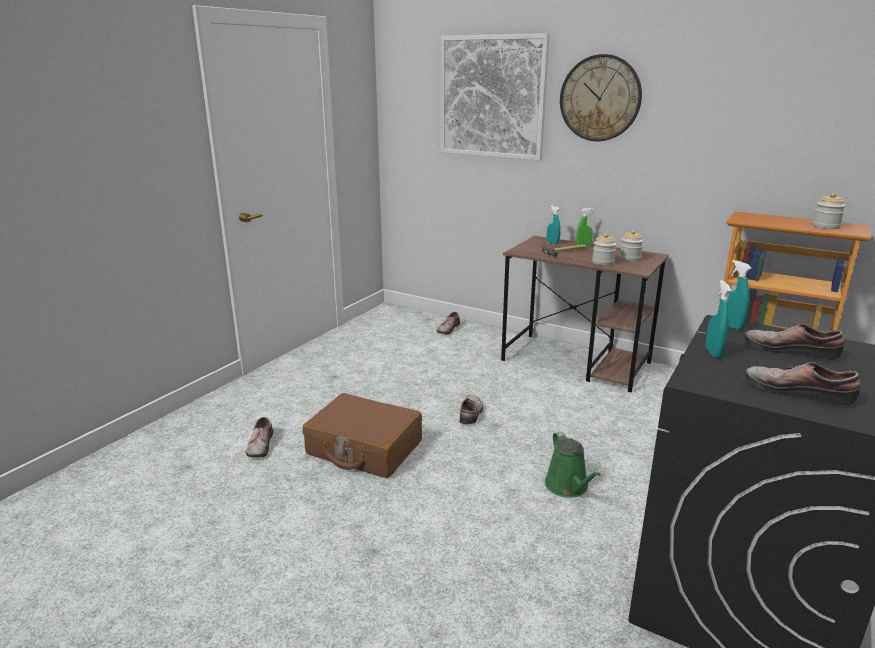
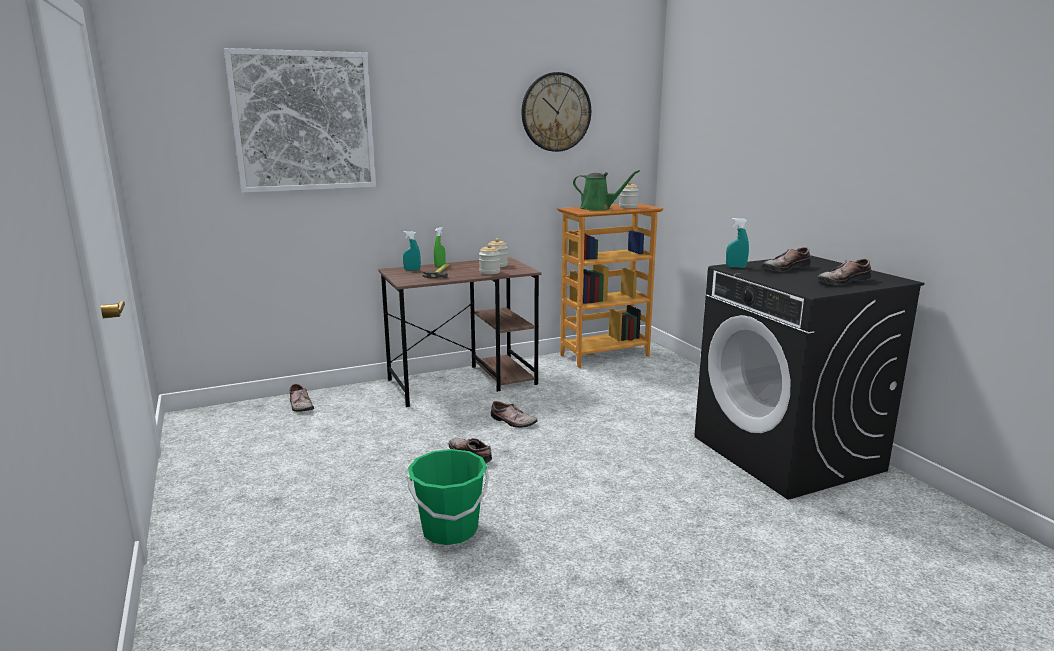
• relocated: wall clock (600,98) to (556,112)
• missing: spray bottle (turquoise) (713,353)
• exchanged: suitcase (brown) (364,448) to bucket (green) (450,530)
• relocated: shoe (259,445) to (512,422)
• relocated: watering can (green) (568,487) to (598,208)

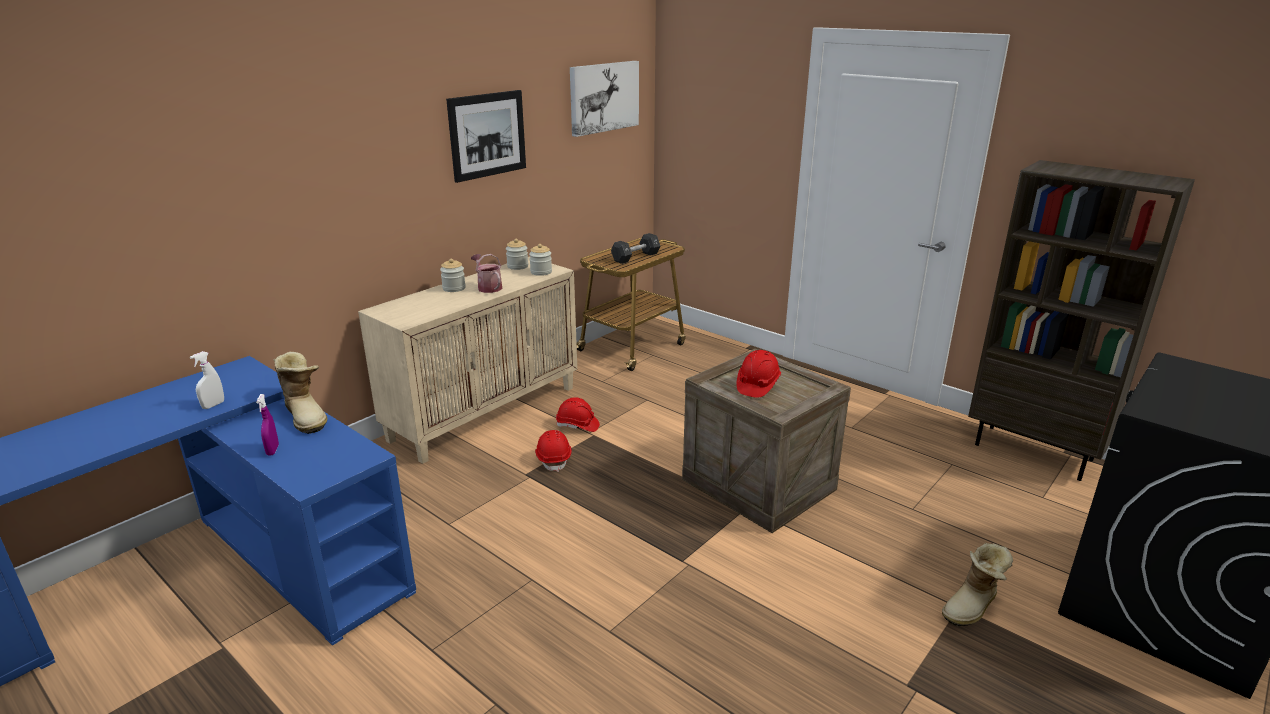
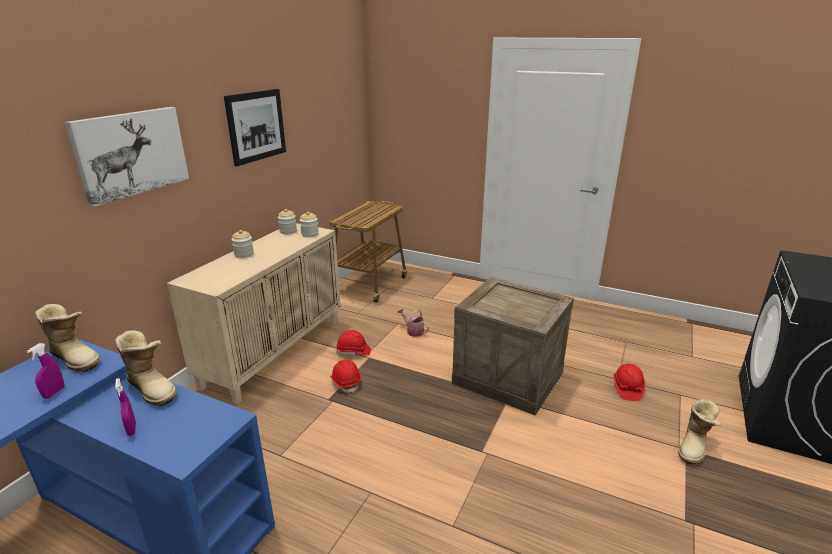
• relocated: picture (603,97) to (131,153)
• missing: bookcase (brown) (1034,452)
• missing: dumbbell (black) (635,257)
• relocated: watering can (488,287) to (413,331)
• relocated: hard hat (red) (757,385) to (627,389)
• colour: spray bottle (white) (213,405) to spray bottle (purple) (54,393)
• appeared: boot (76,357)

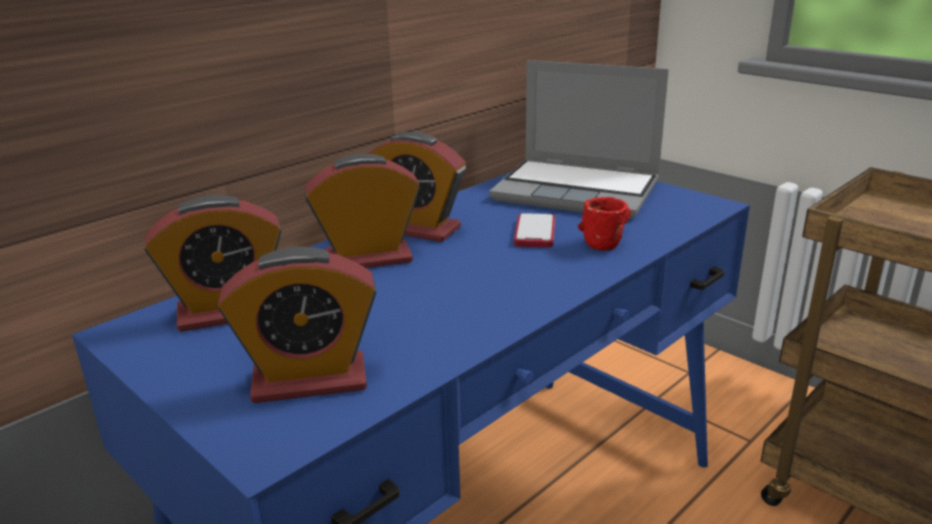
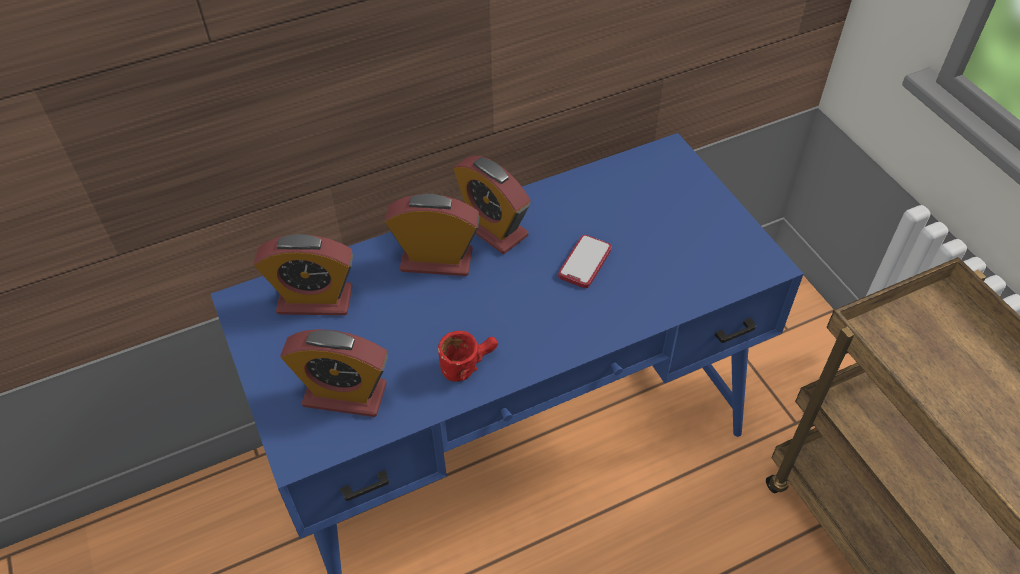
• missing: laptop (579,191)
• relocated: mug (red) (606,239) to (468,363)

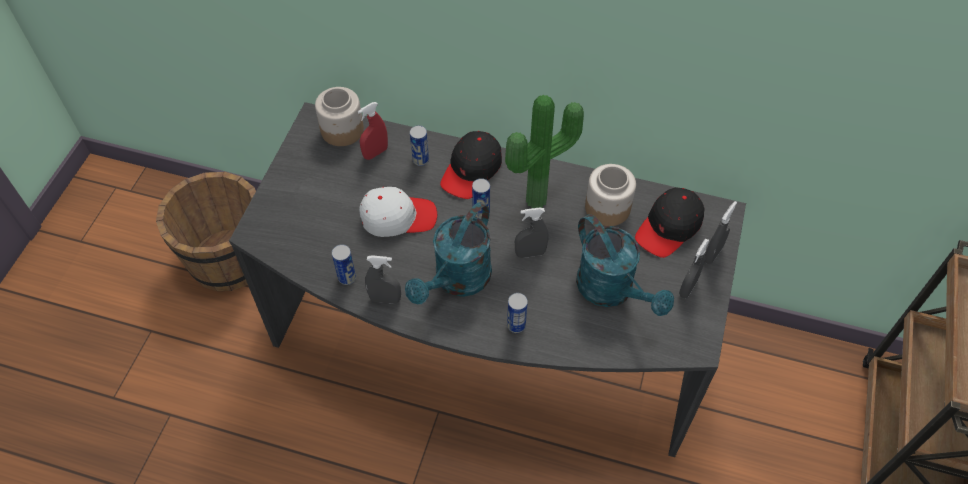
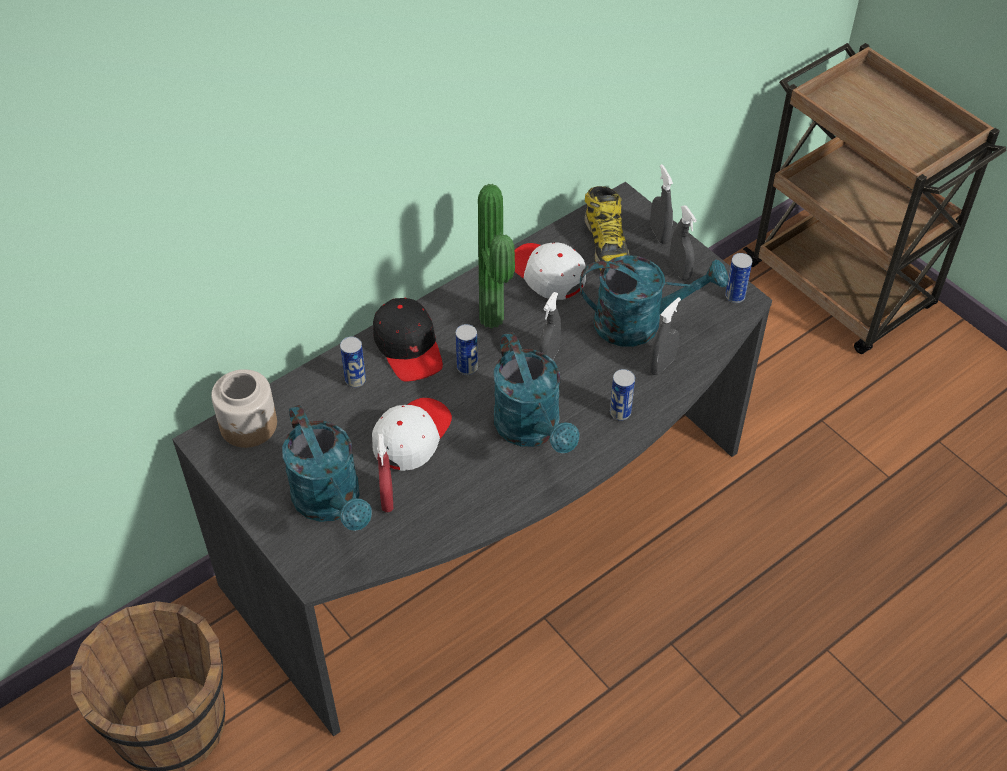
• relocated: spray bottle (red) (375,153) to (387,498)
• exchanged: jar (607,208) to cap (white) (547,274)
• exchanged: cap (black) (669,227) to boot (606,245)
• relocated: can (347,278) to (735,296)
• relocated: spray bottle (grey) (385,299) to (662,365)
• appeared: watering can (turquoise) (332,503)

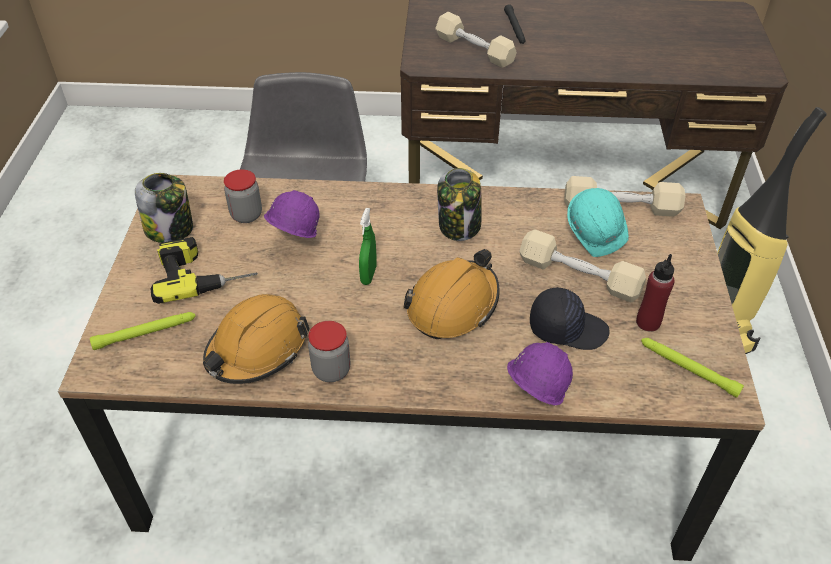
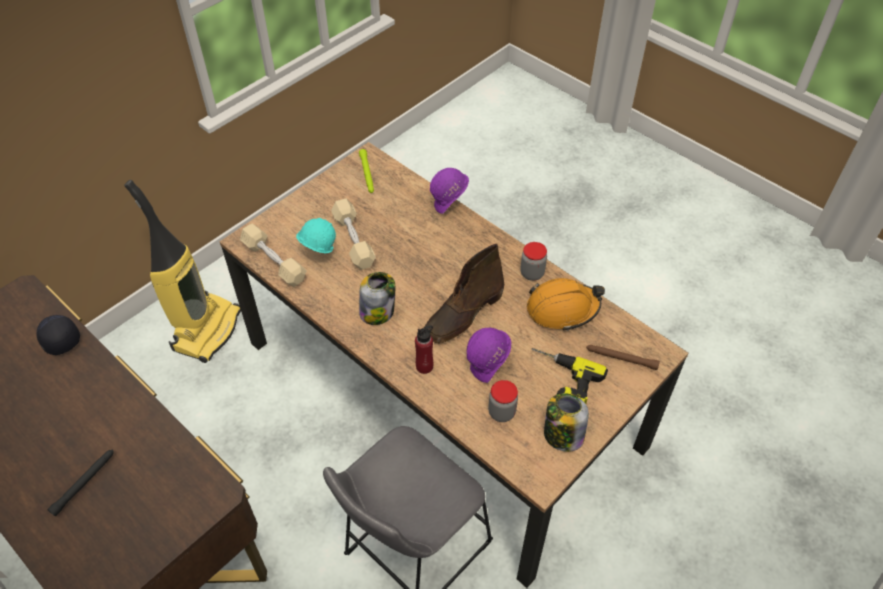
• missing: dumbbell (beige) (474,50)
• exchanged: spray bottle (green) (368,275) to boot (brown) (463,314)
• missing: hard hat (orange) (453,305)
• relocated: bottle (red) (648,322) to (424,366)
• relocated: cap (black) (567,328) to (58,337)
• colour: flashlight (green) (145,333) to flashlight (brown) (621,358)

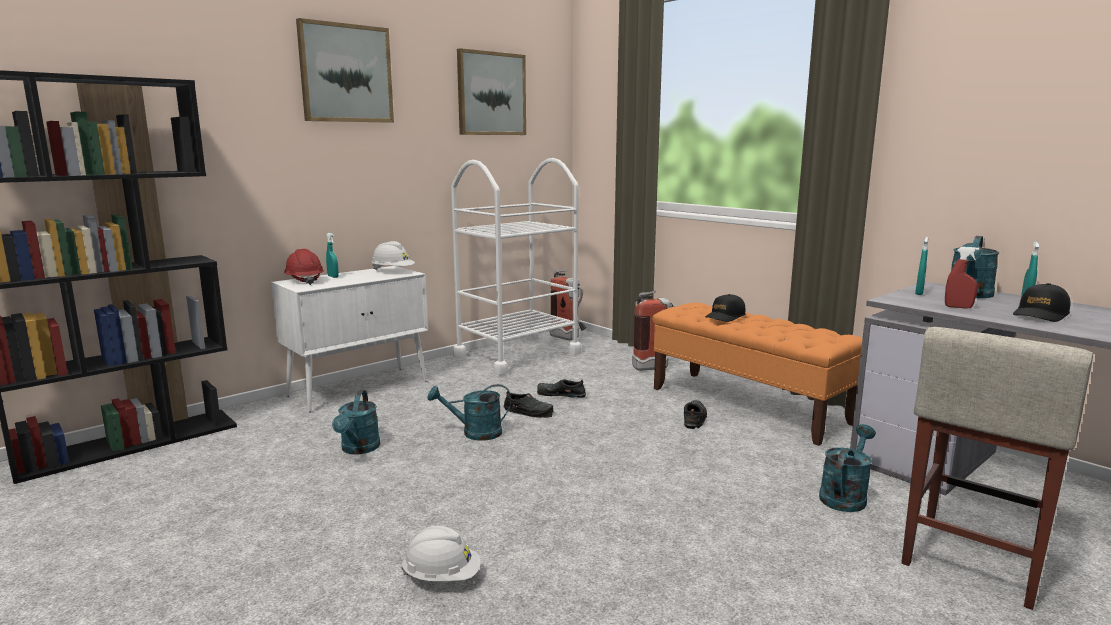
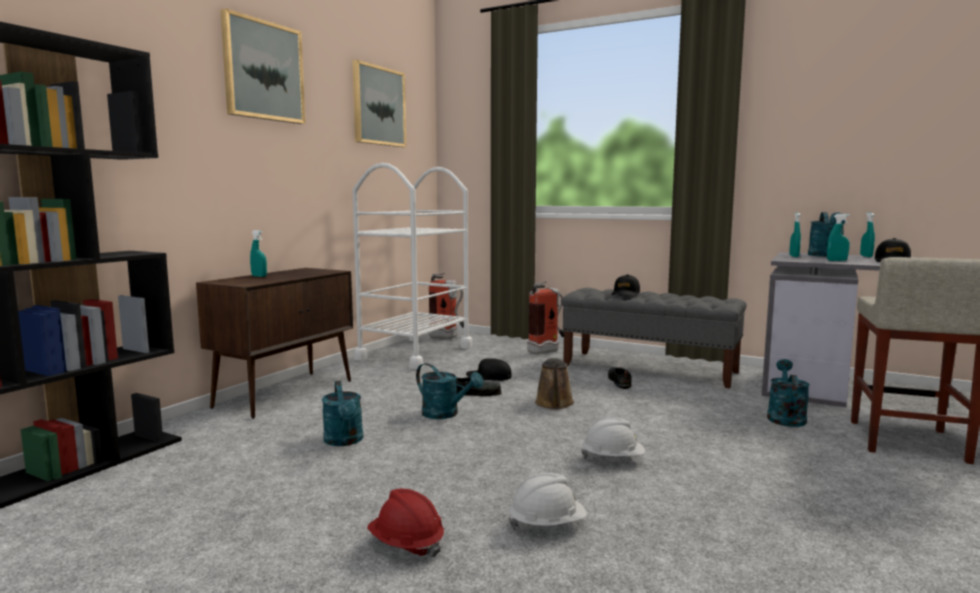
• relocated: hard hat (white) (393,271) to (613,459)
• colour: spray bottle (red) (958,307) to spray bottle (turquoise) (837,260)
• relocated: hard hat (red) (304,281) to (406,545)
• colour: cabinet (white) (360,388) to cabinet (brown) (286,393)
• colour: bench (orange) (748,405) to bench (grey) (650,369)
• exchanged: shoe (black) (560,394) to cap (black) (489,377)
• spun: watering can (turquoise) (475,433) = (446,414) 120 degrees counterclockwise
• appeared: watering can (brown) (554,404)

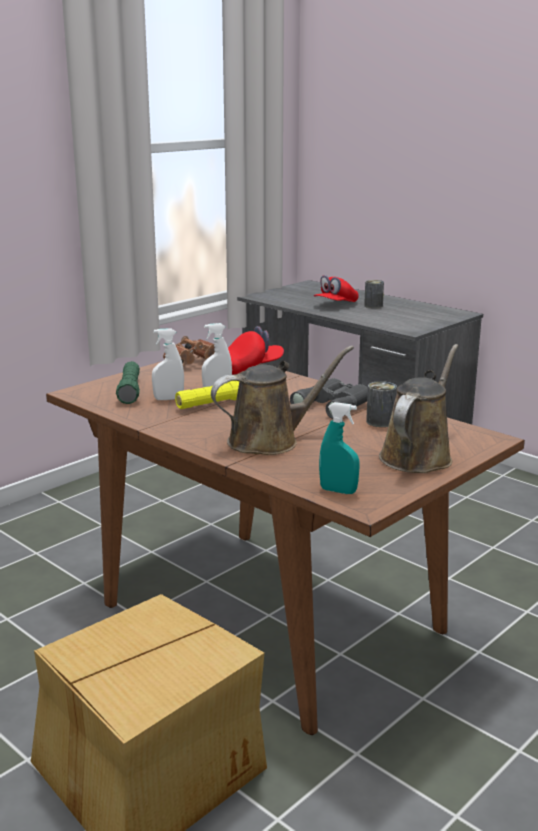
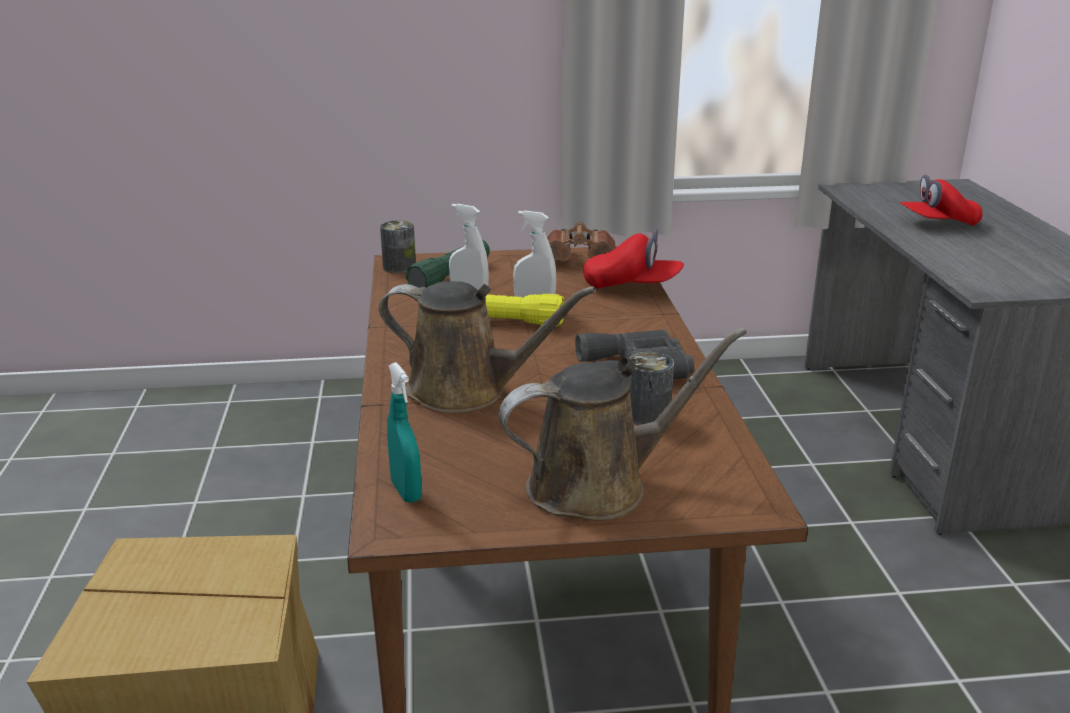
• relocated: can (373,306) to (399,267)

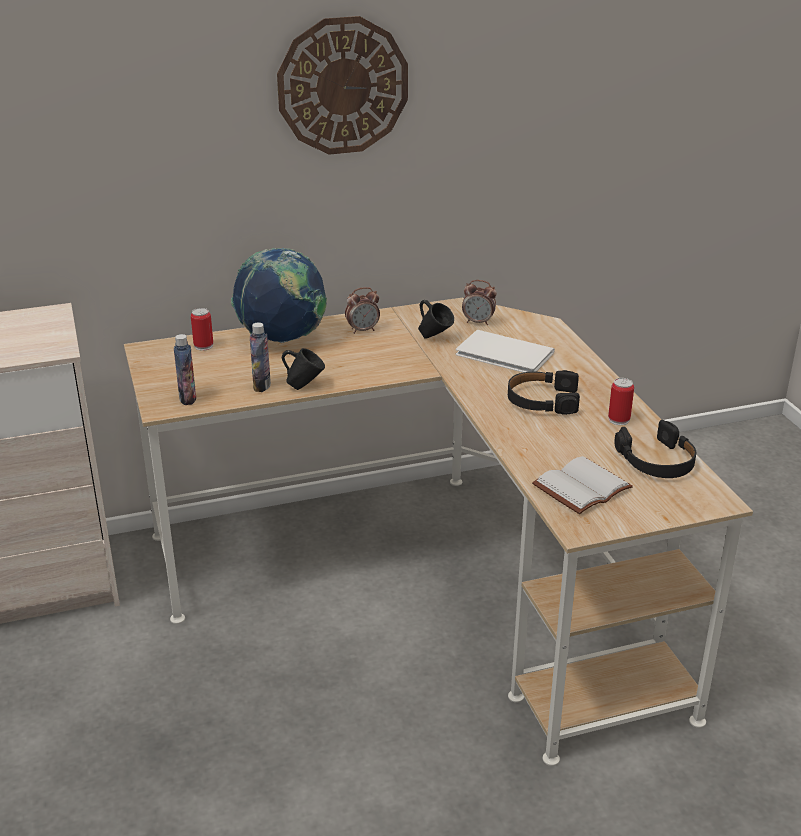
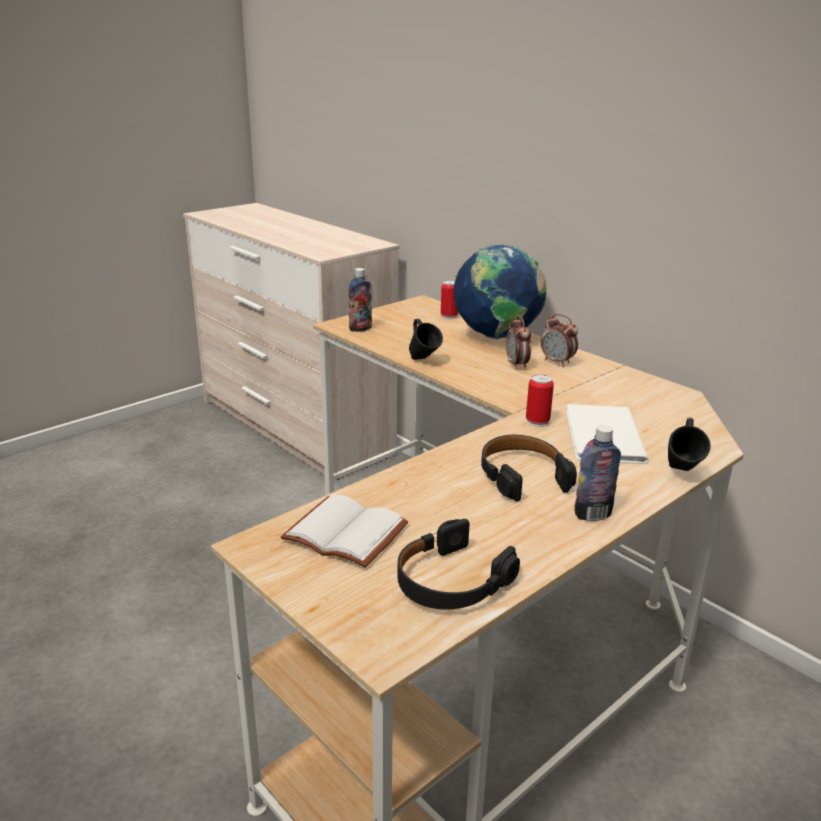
• missing: wall clock (343,86)
• relocated: alarm clock (478,322) to (517,365)
• relocated: mug (black) (434,338) to (681,473)
• relocated: bottle (262,386) to (592,514)
• relocated: can (619,419) to (537,421)

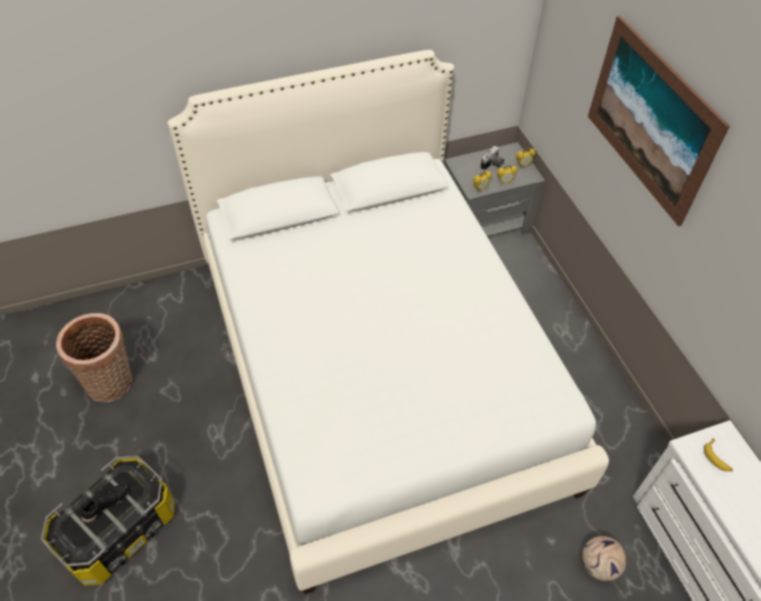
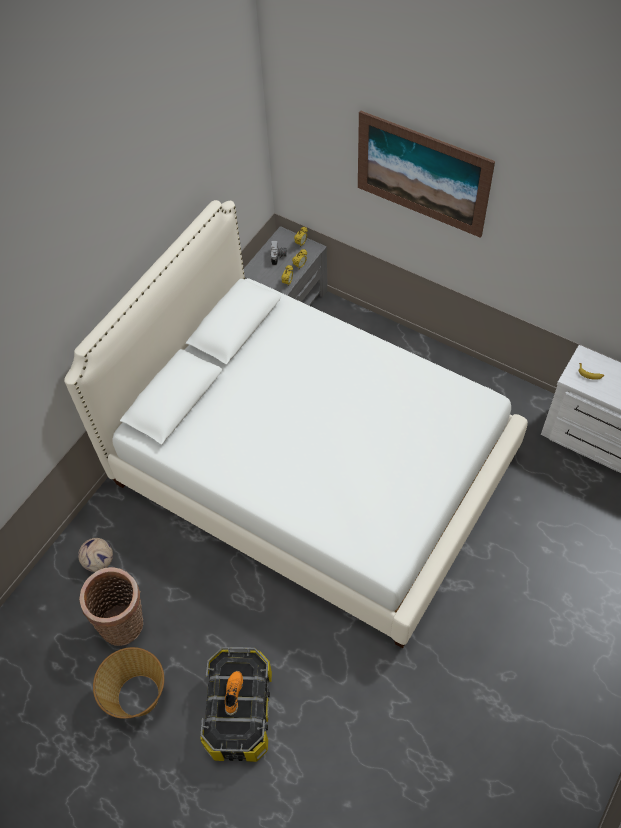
• colour: shoe (black) (105,503) to shoe (orange) (233,693)
• relocated: football (599,565) to (99,561)
• appeared: basket (138,696)

